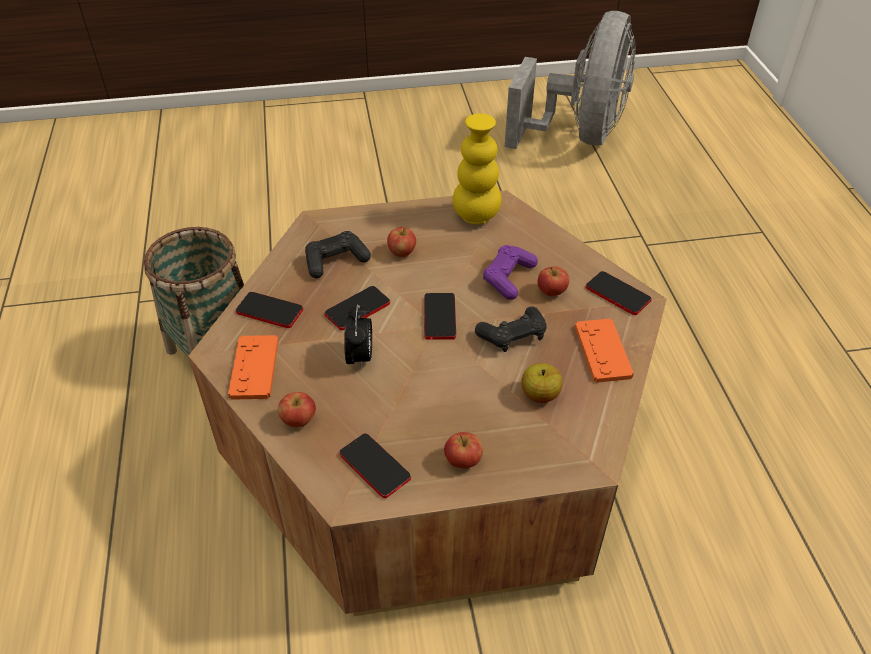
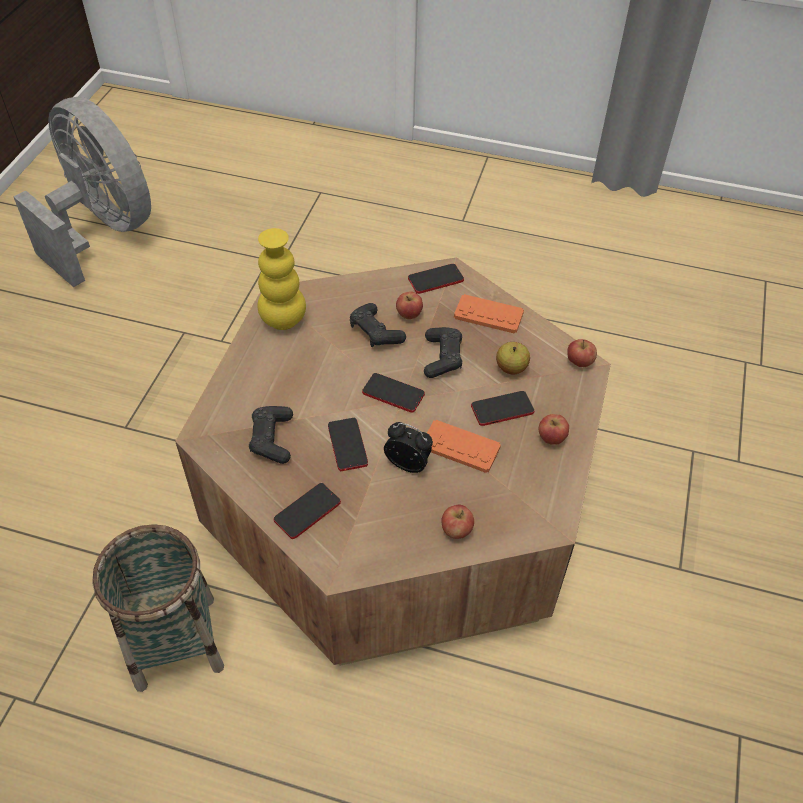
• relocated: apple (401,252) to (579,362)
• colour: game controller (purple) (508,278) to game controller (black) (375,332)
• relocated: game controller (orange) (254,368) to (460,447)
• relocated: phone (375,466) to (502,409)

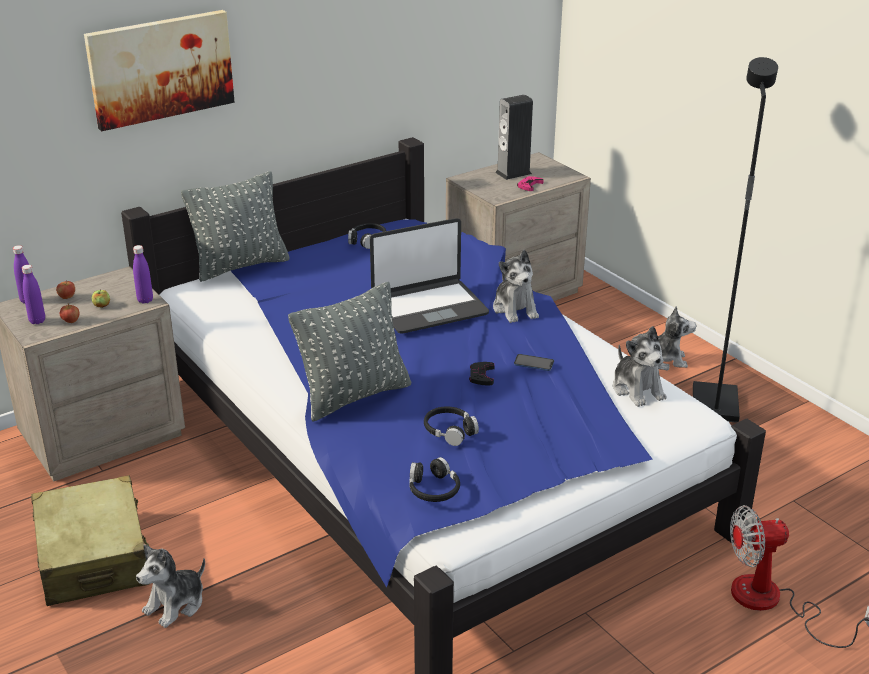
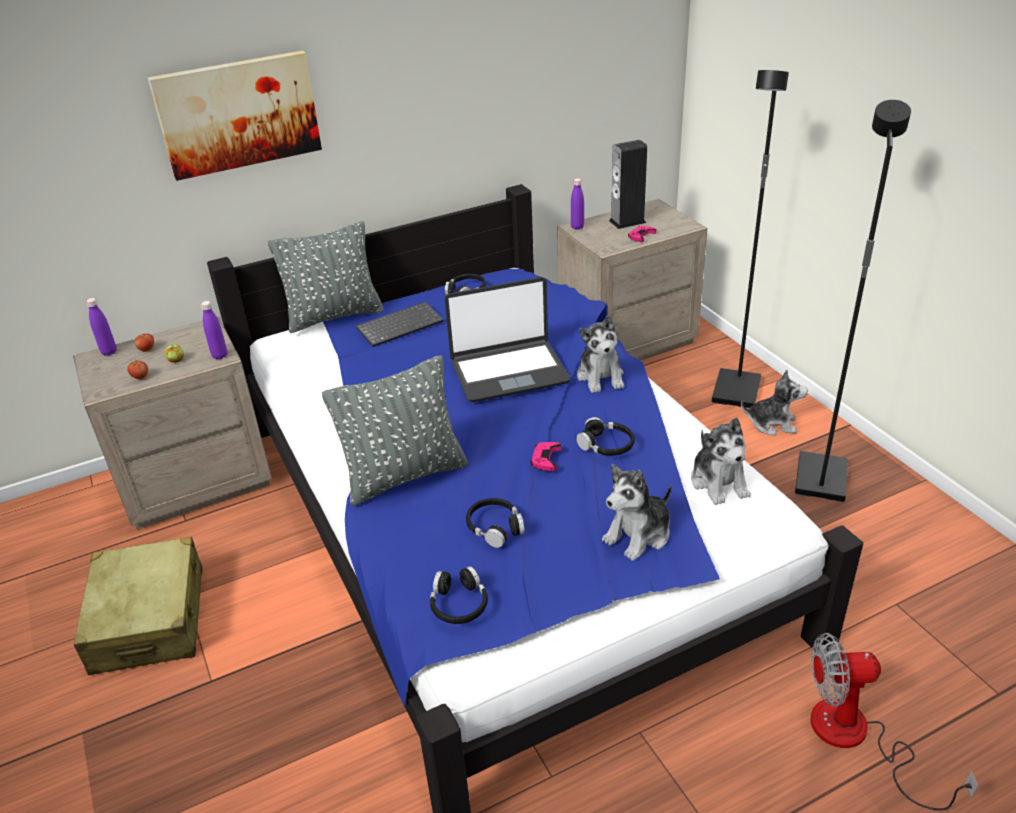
• relocated: bottle (purple) (37,321) to (577,227)
• exchanged: phone (534,363) to headphones (black) (606,445)
• colour: game controller (black) (481,376) to game controller (pink) (545,459)
• relocated: plush toy (176,605) to (638,535)
• appeared: floor lamp (black) (737,392)
• appeared: keyboard (400,325)

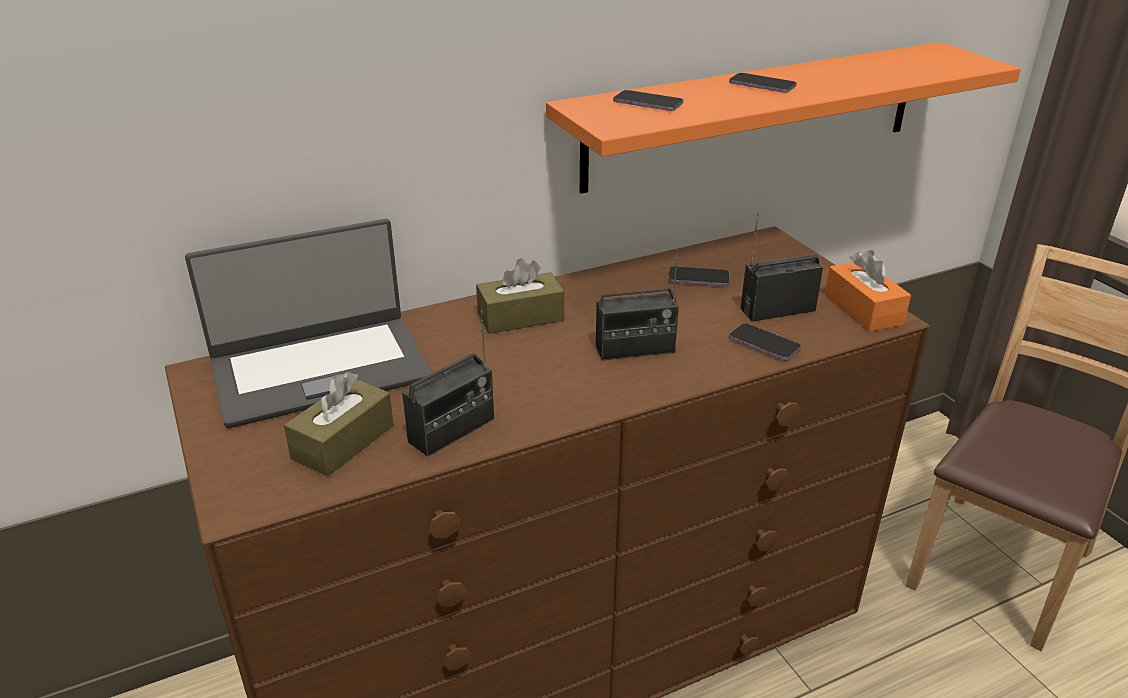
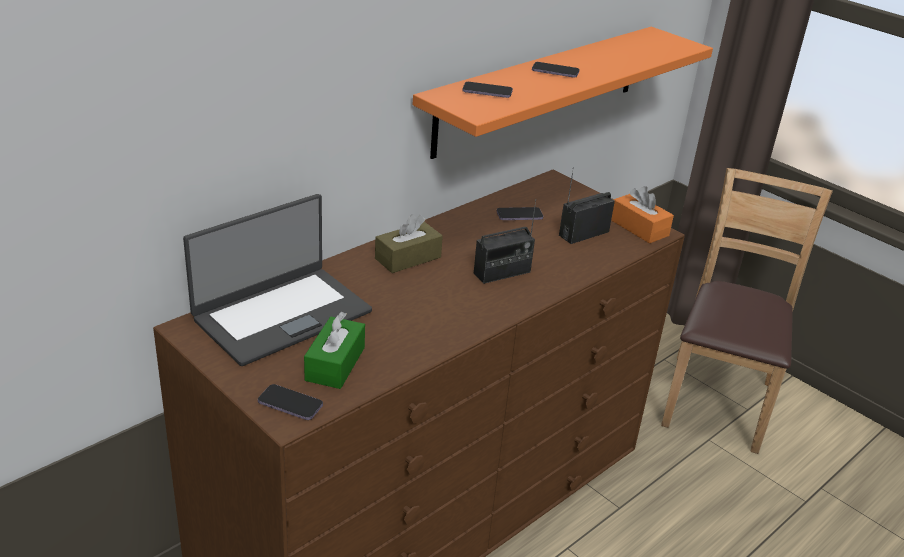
• missing: radio (452,430)
• relocated: phone (764,344) to (290,404)
• colour: tissue box (brown) (343,441) to tissue box (green) (335,364)

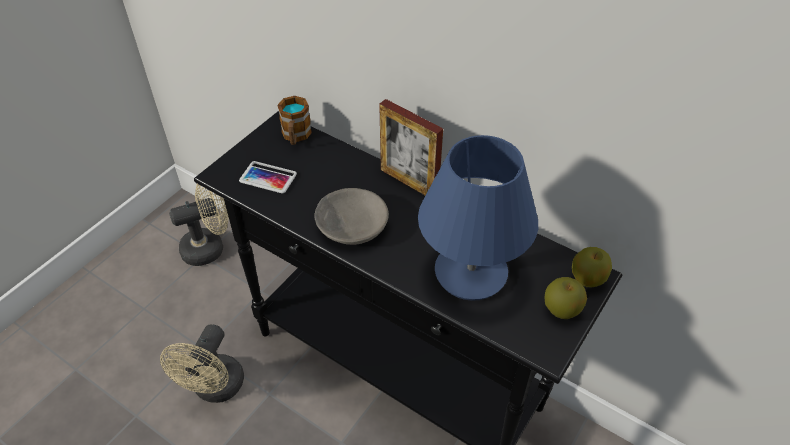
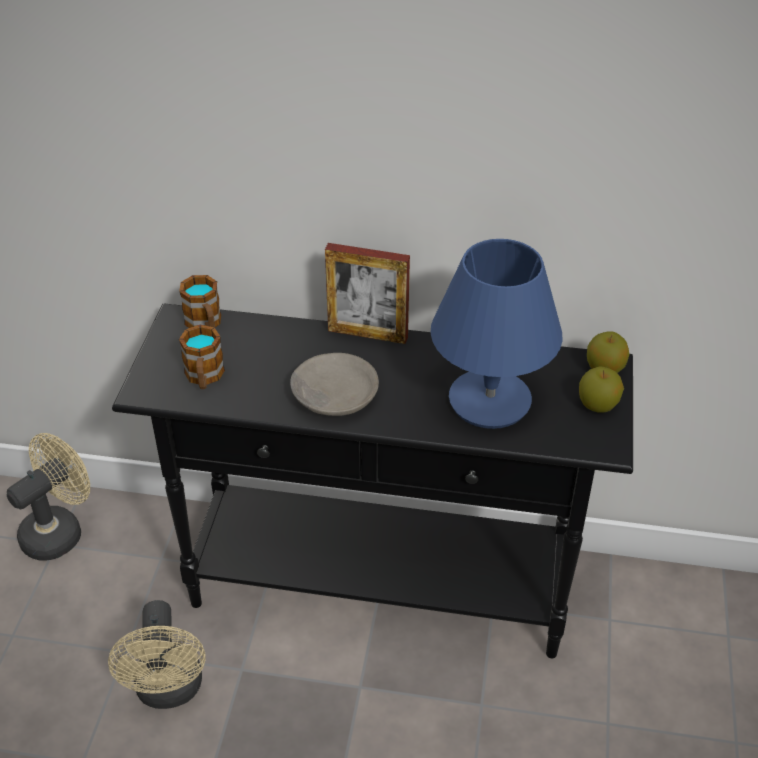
• exchanged: phone (268,177) to mug (204,378)

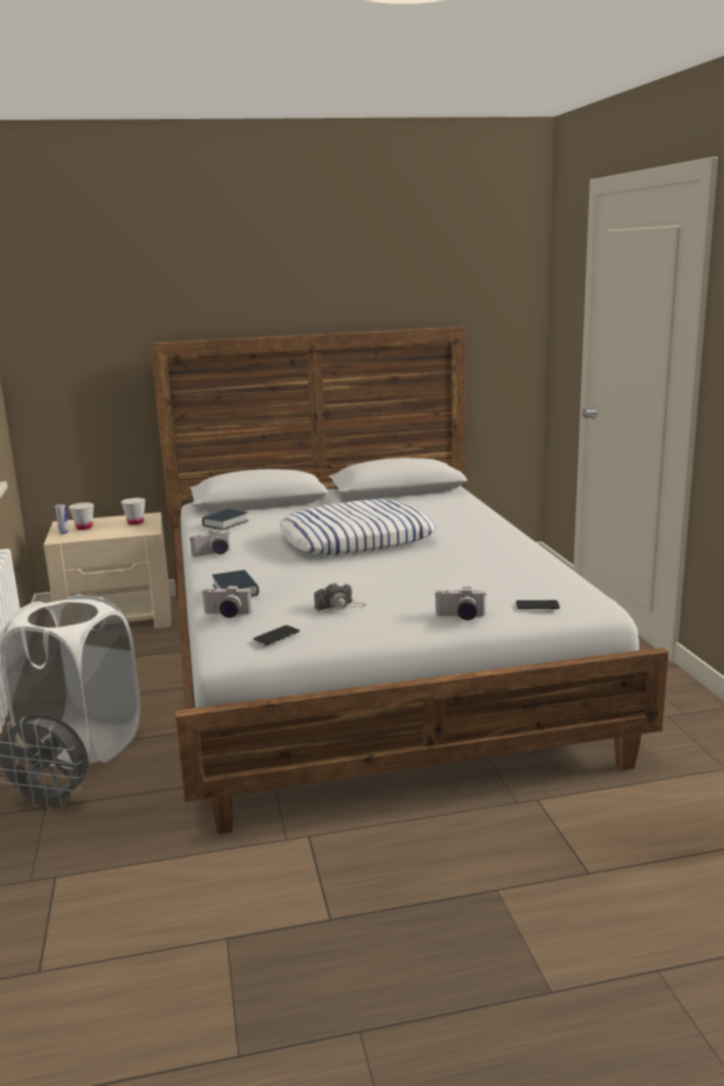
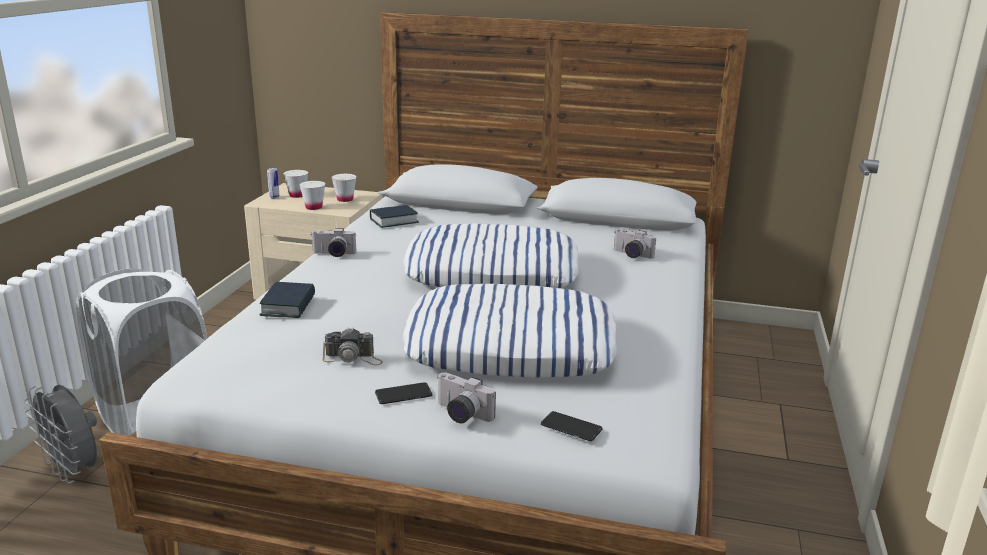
• relocated: photo camera (226,615) to (631,255)
• relocated: phone (276,636) to (403,394)
• appeared: cup (white) (314,207)
• appeared: pillow (511,345)

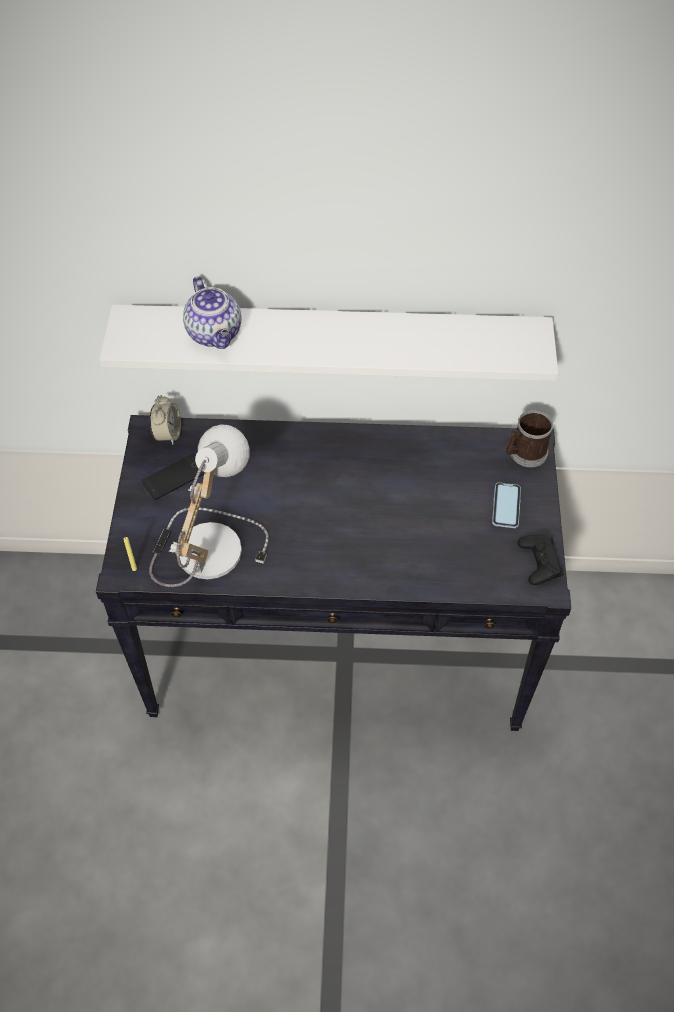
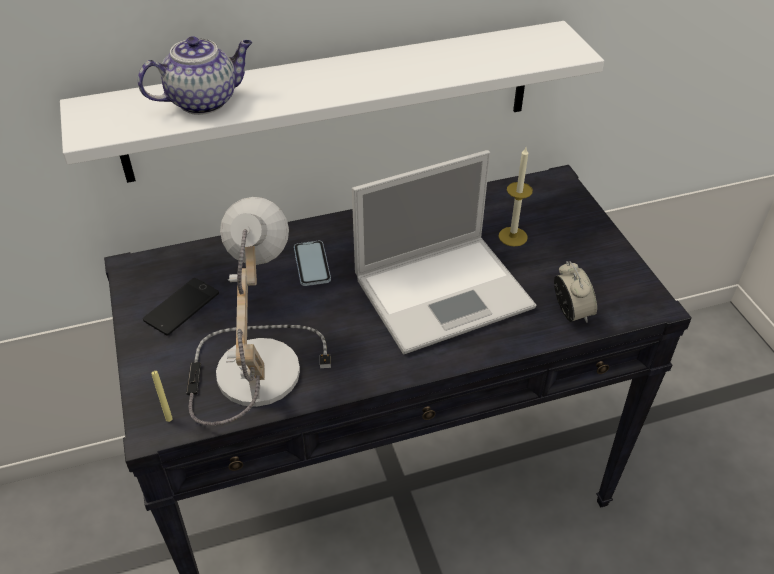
• spun: teapot (215,334) = (204,101) 75 degrees counterclockwise
• relocated: alarm clock (168,434) to (571,313)
• missing: mug (524,453)
• relocated: phone (506,506) to (312,264)
• missing: game controller (black) (539,562)
• appeared: candle (512,236)
• appeared: laptop (446,291)

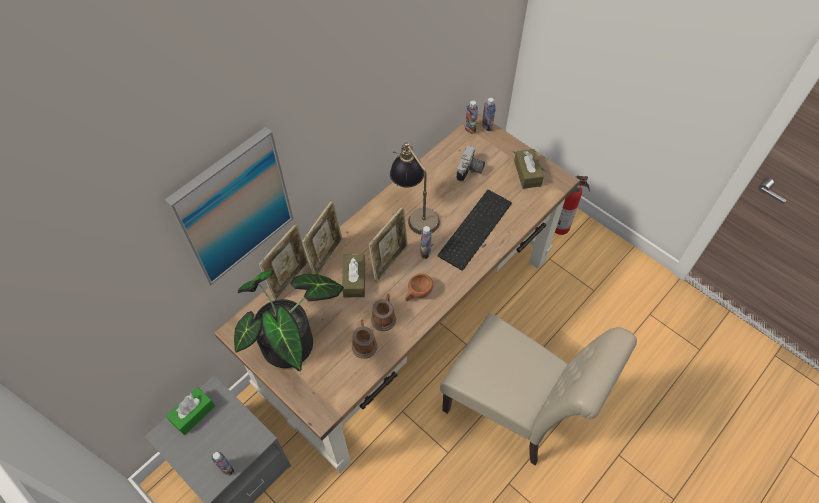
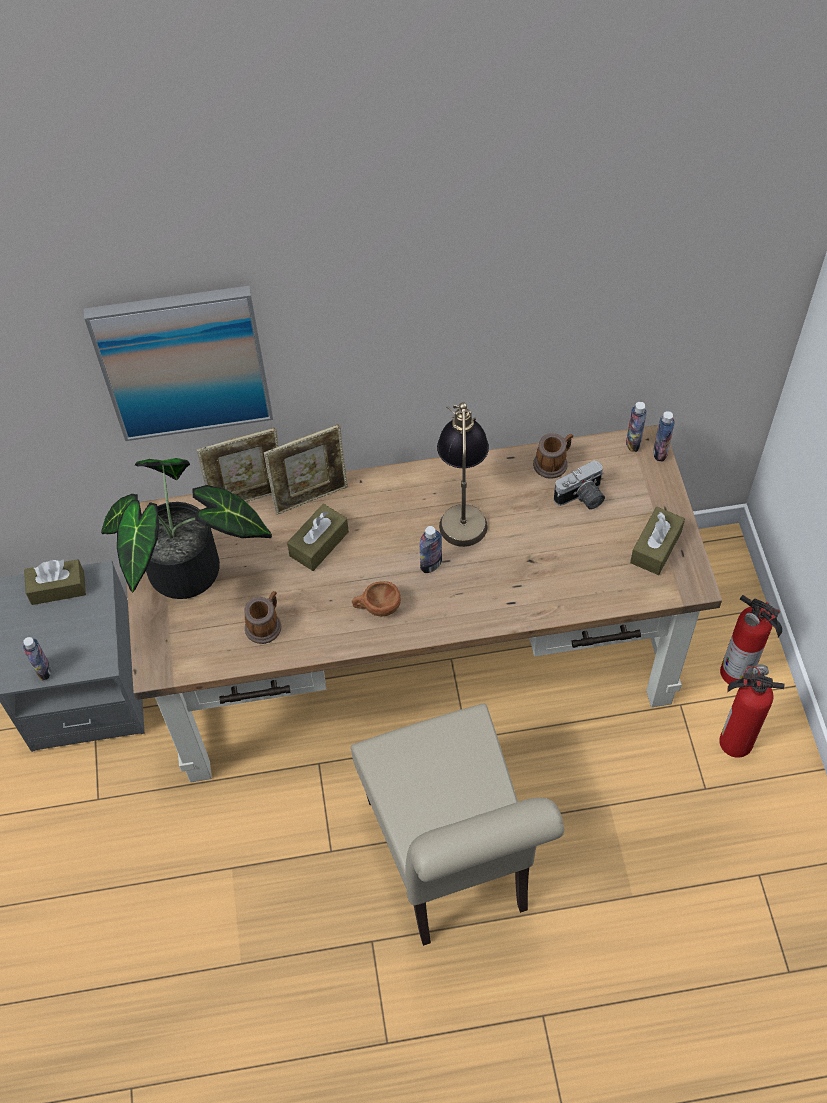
• missing: keyboard (474,227)
• missing: picture frame (390,262)
• relocated: mug (384,317) to (553,462)
• colour: tissue box (green) (193,413) to tissue box (brown) (58,588)
• appeared: fire extinguisher (733,742)

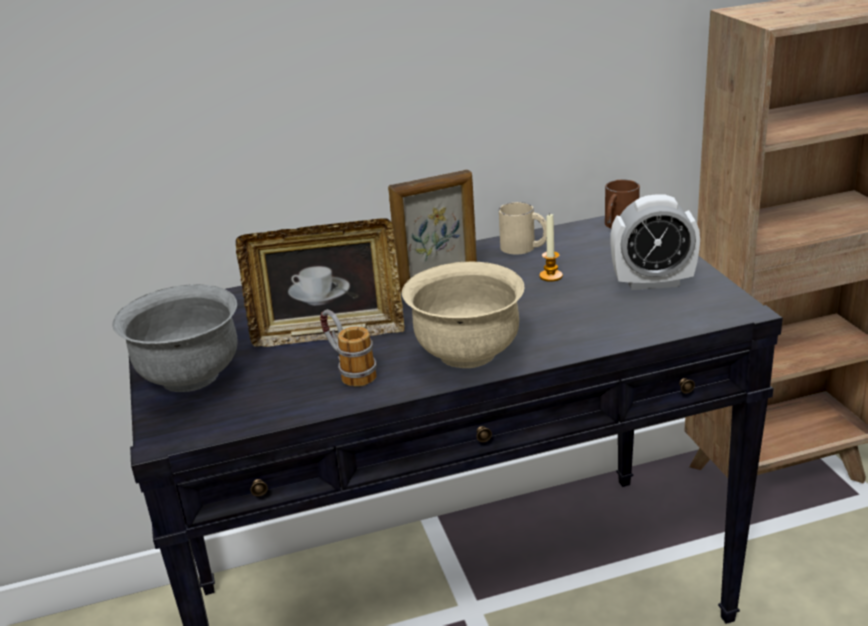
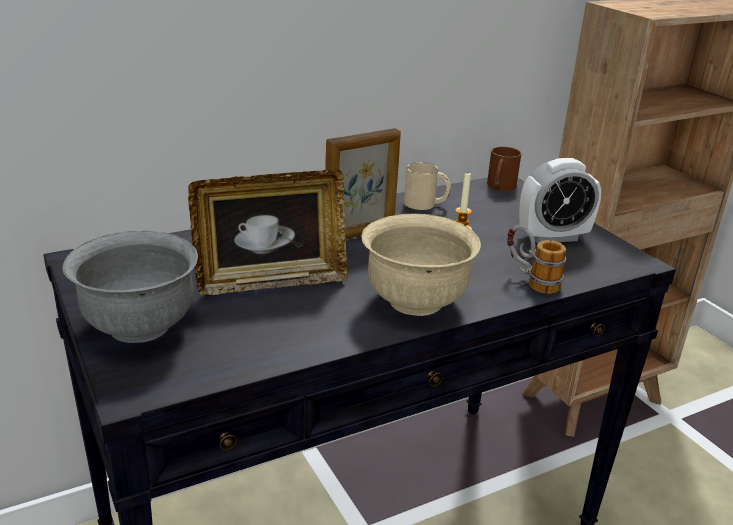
• relocated: mug (348,371) to (530,280)

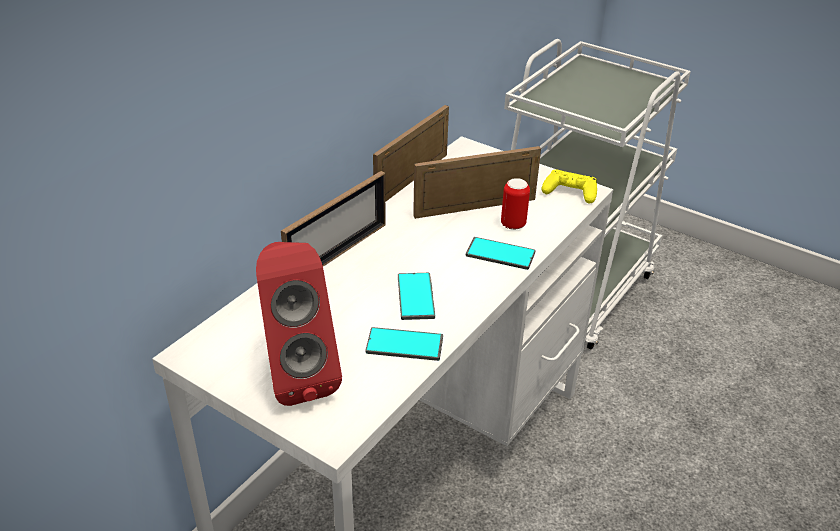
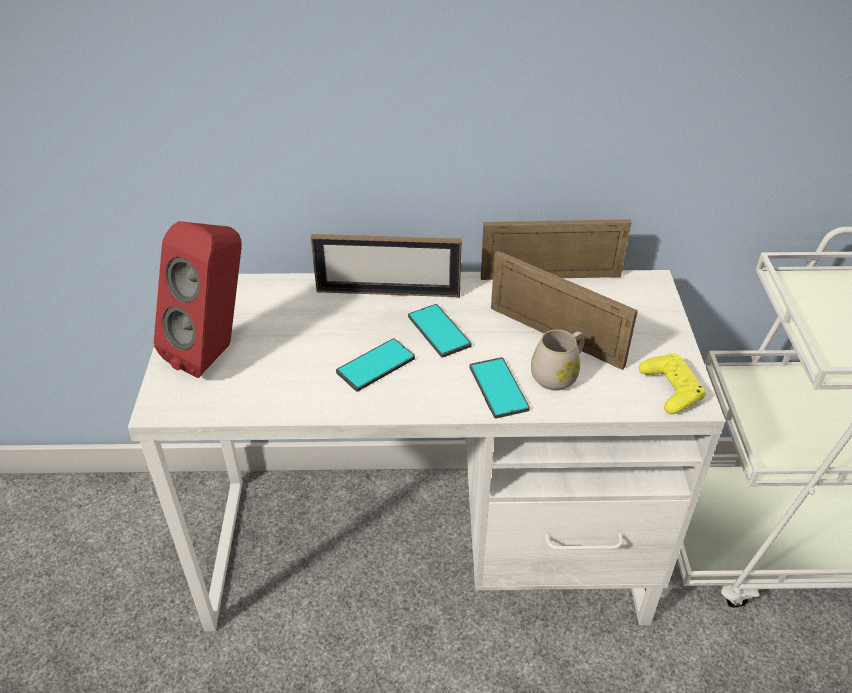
• exchanged: can (513,224) to mug (white) (558,374)
• relocated: phone (404,345) to (439,331)

